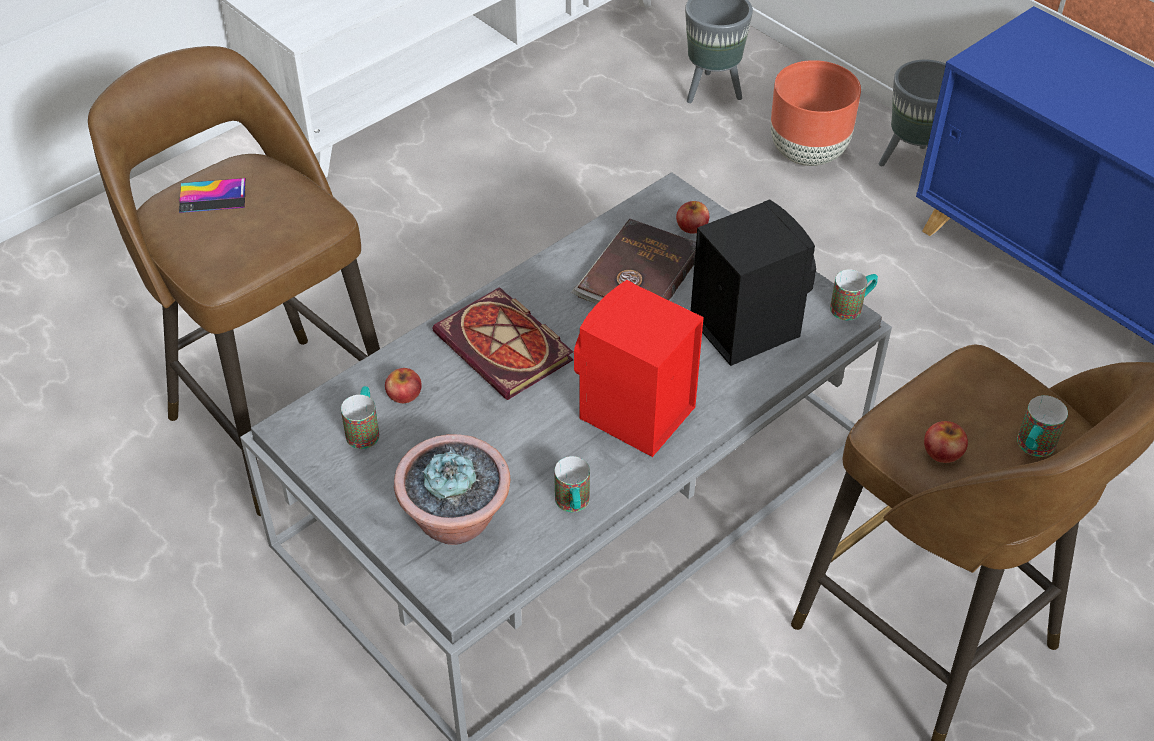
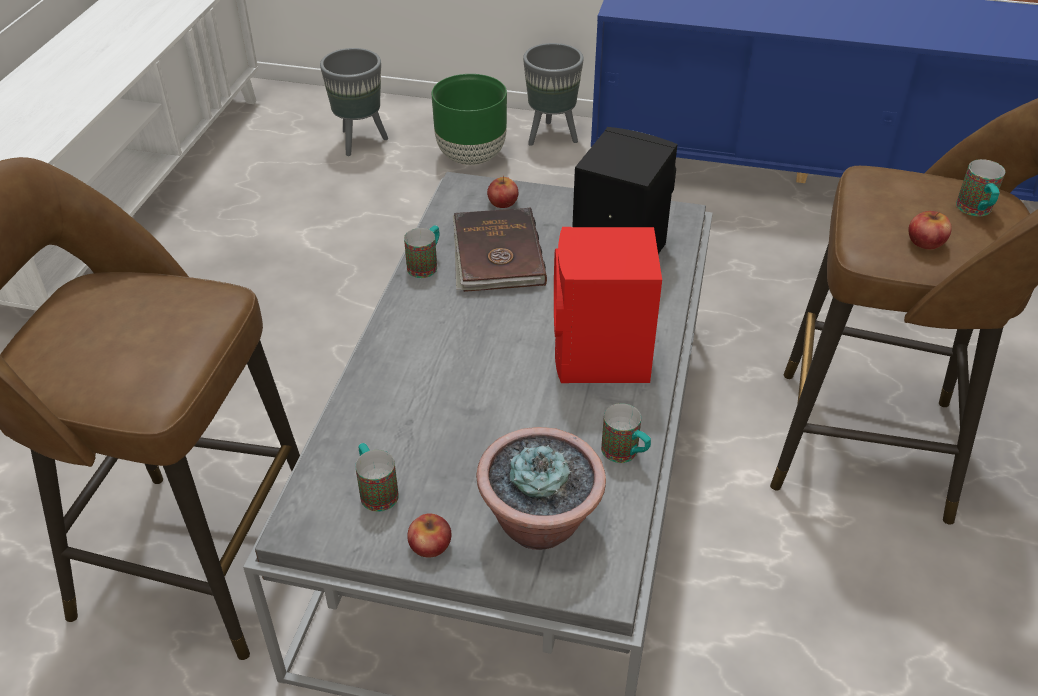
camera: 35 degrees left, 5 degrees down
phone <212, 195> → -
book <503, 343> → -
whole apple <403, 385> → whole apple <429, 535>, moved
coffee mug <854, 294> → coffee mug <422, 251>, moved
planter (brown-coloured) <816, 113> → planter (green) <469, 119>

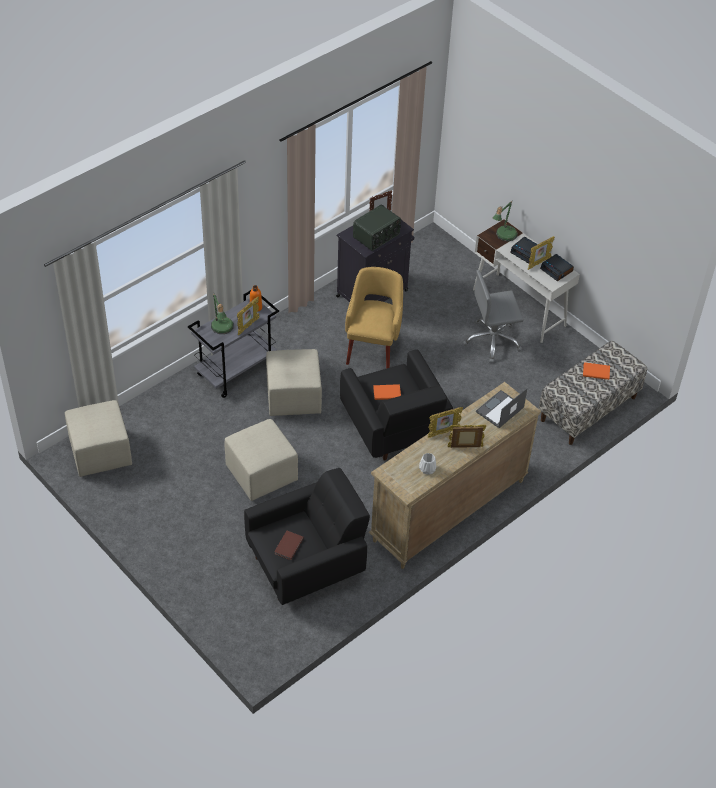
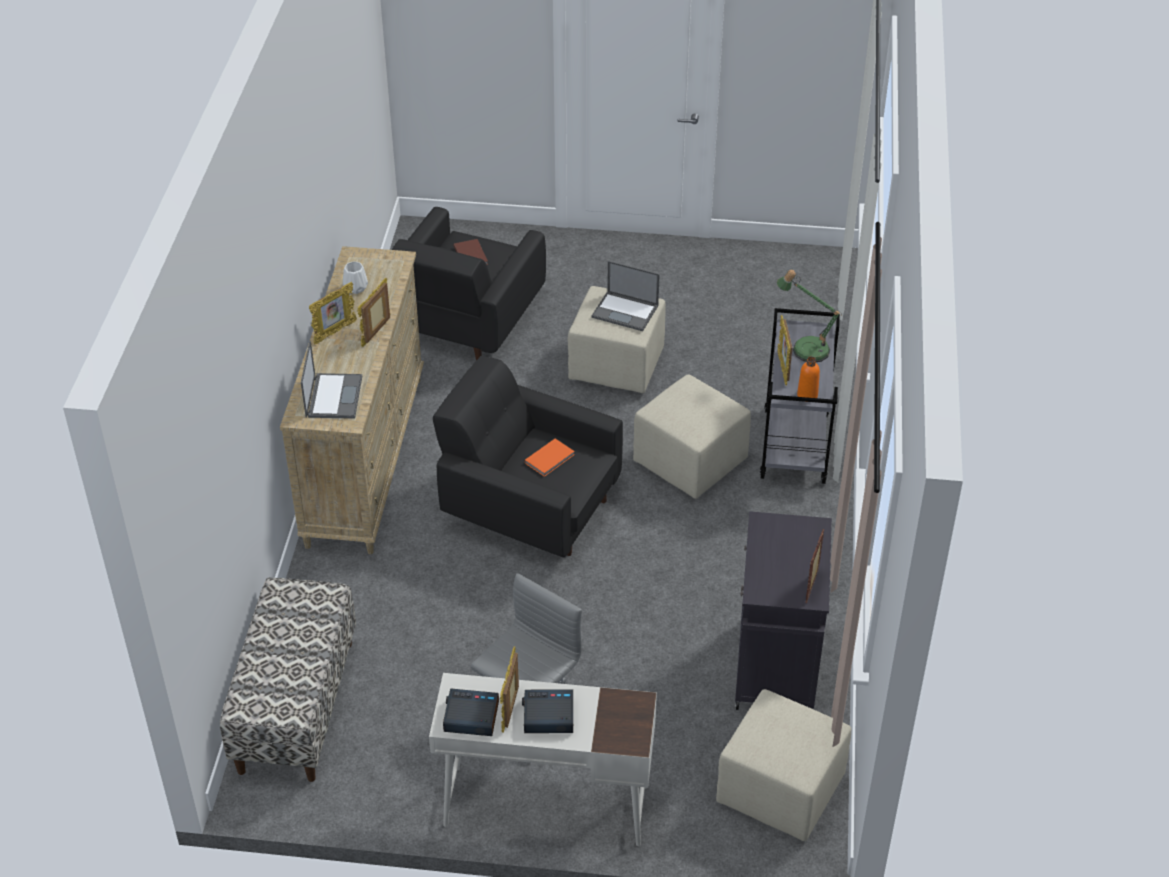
camera: 140 degrees right, 5 degrees down
easy chair (yellow-coloured) <374, 318> → -
radio set <377, 227> → -
tabletop lamp <505, 221> → -
book (orange) <596, 371> → -
- → laptop <626, 296>
pouffe (beige) <98, 438> → pouffe (beige) <783, 765>, moved

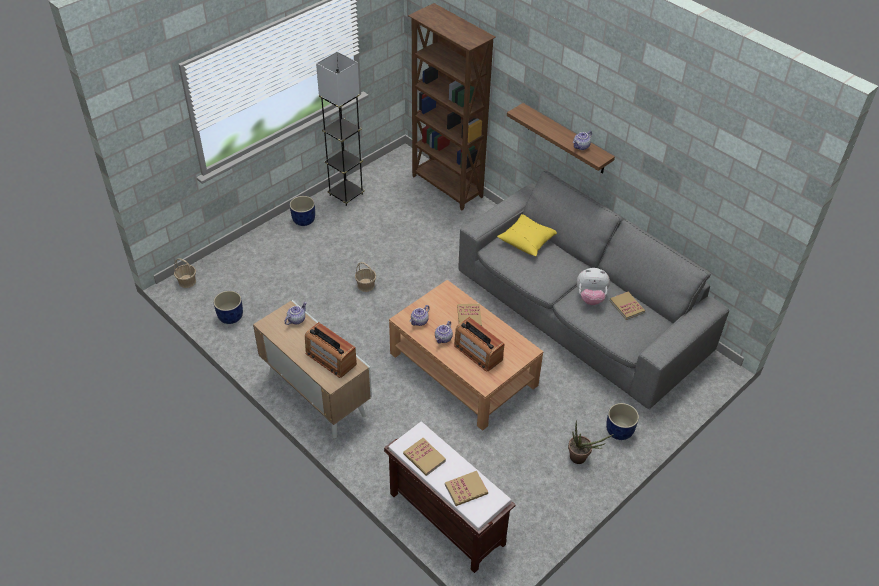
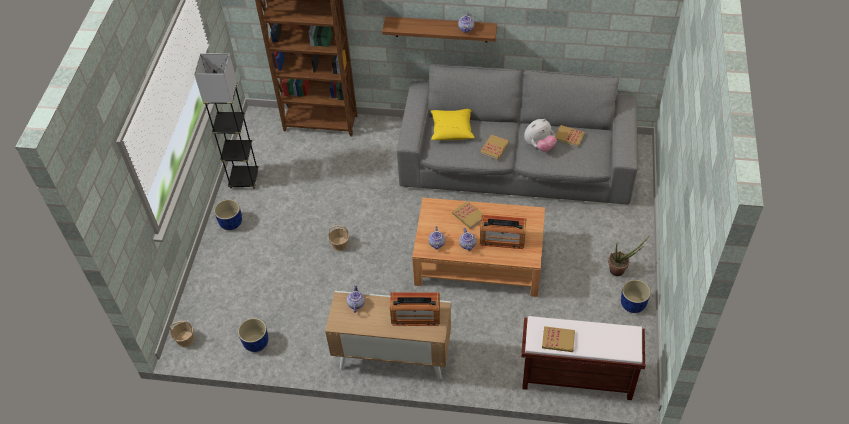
camera: 35 degrees left, 5 degrees up
book <466, 488> → book <494, 147>, moved
planter (blue) <622, 421> → planter (blue) <636, 296>, moved

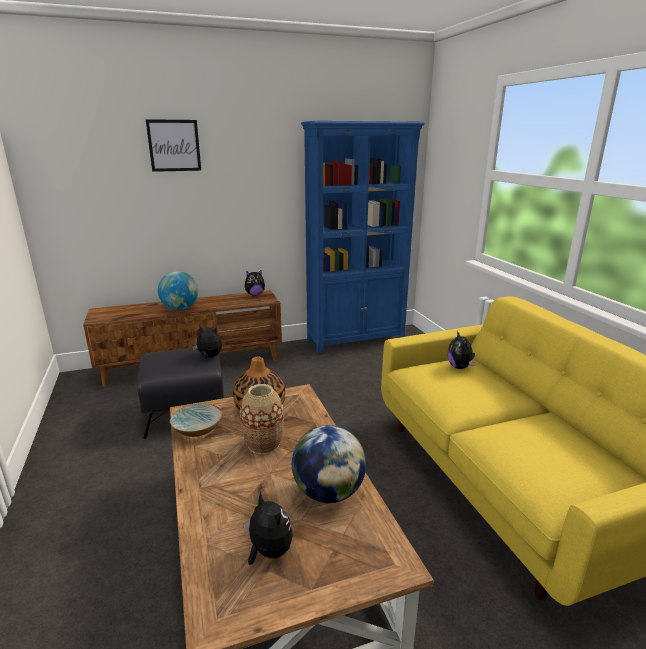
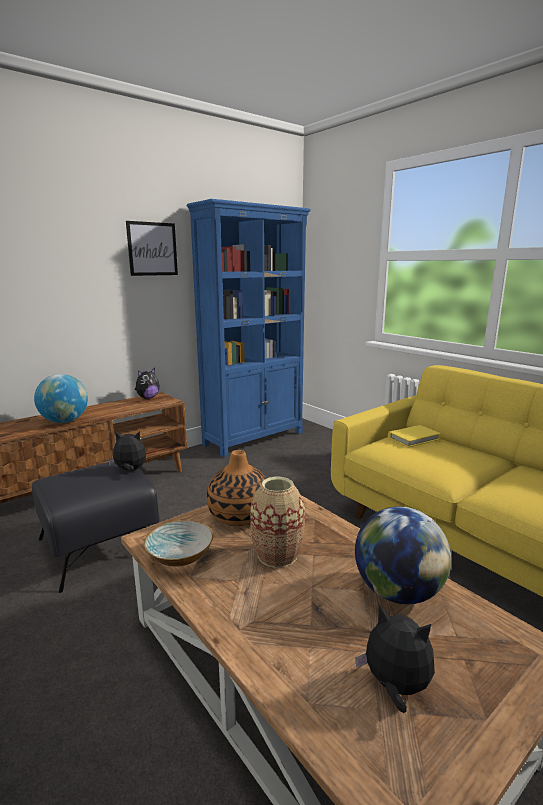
camera: 20 degrees left, 5 degrees down
picture <173, 145> → picture <152, 248>, moved
soft toy <461, 350> → book (yellow-coloured) <414, 436>

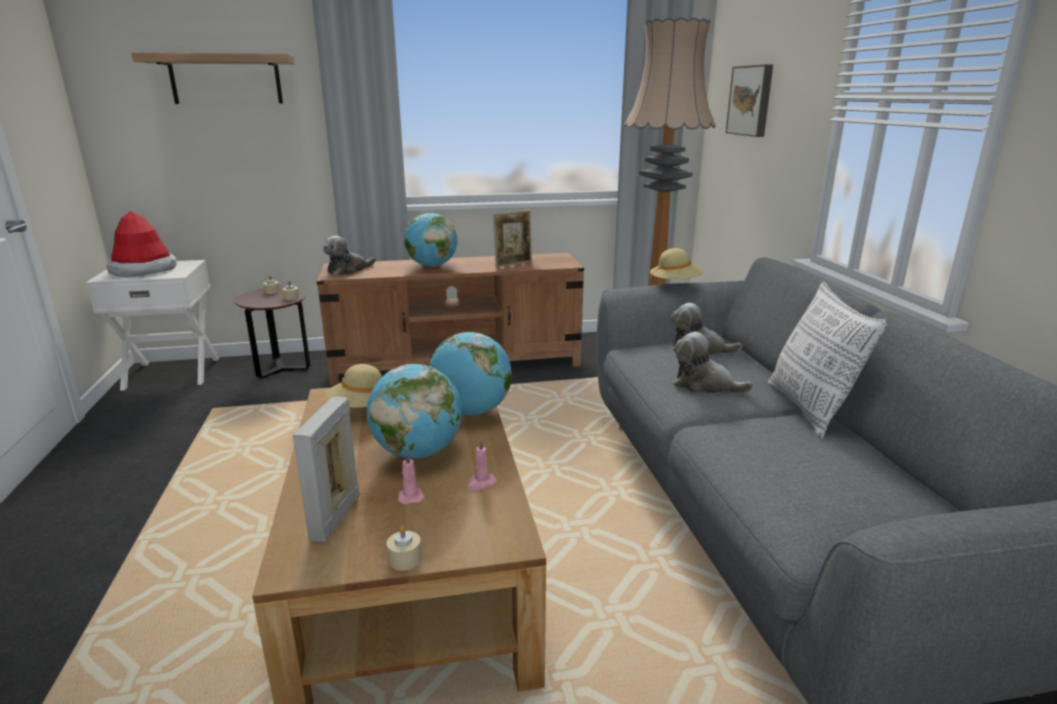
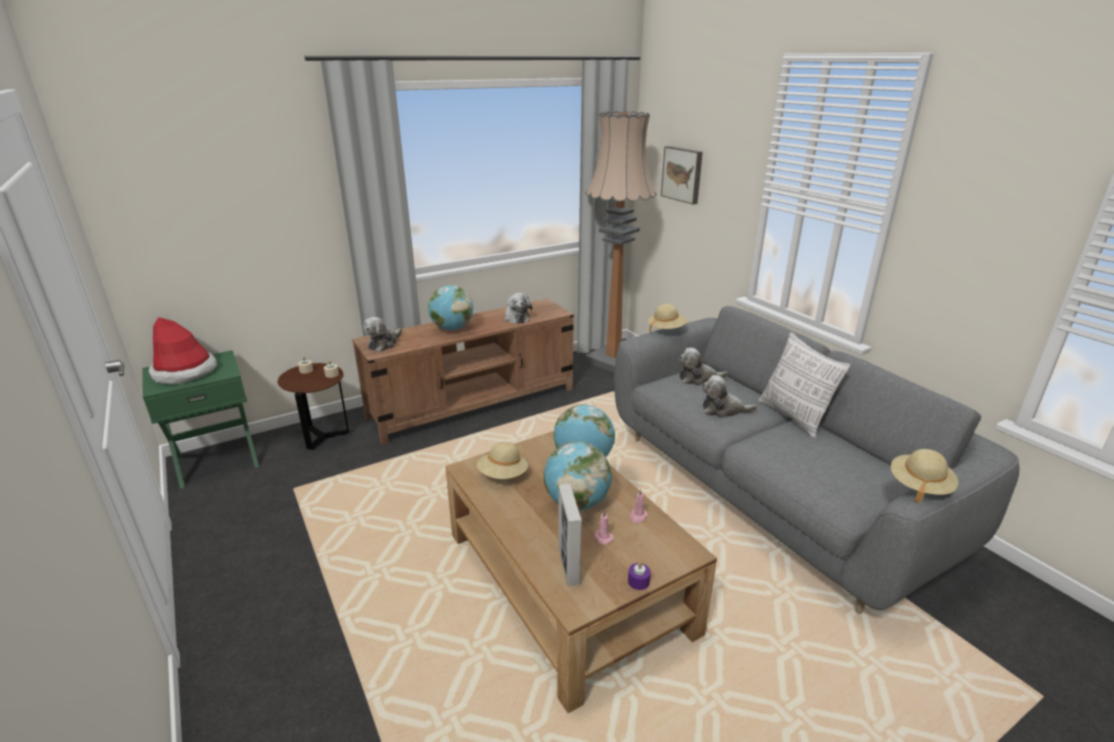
camera: 20 degrees left, 5 degrees up
wall shelf <213, 78> → -
- → clothing hat (beige) <924, 476>
picture frame <512, 239> → soft toy <518, 308>
nightstand (white-coloured) <152, 325> → nightstand (green) <200, 419>
candle (beige) <404, 548> → candle (purplish) <639, 576>

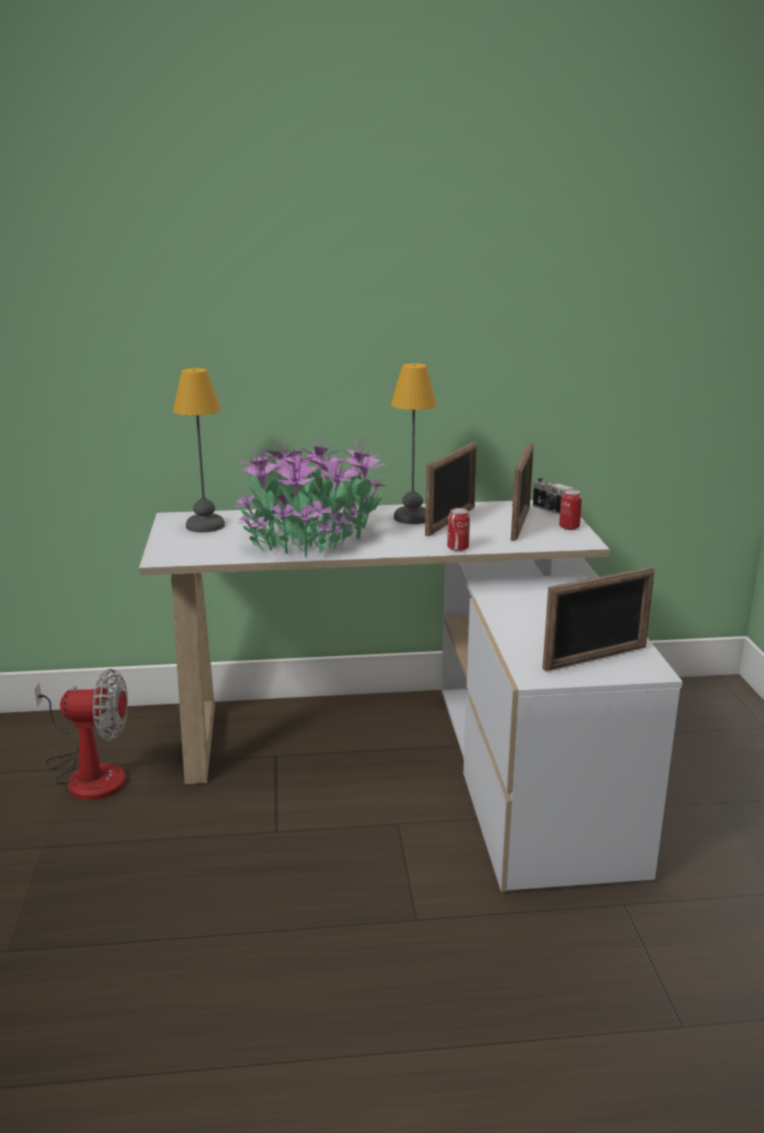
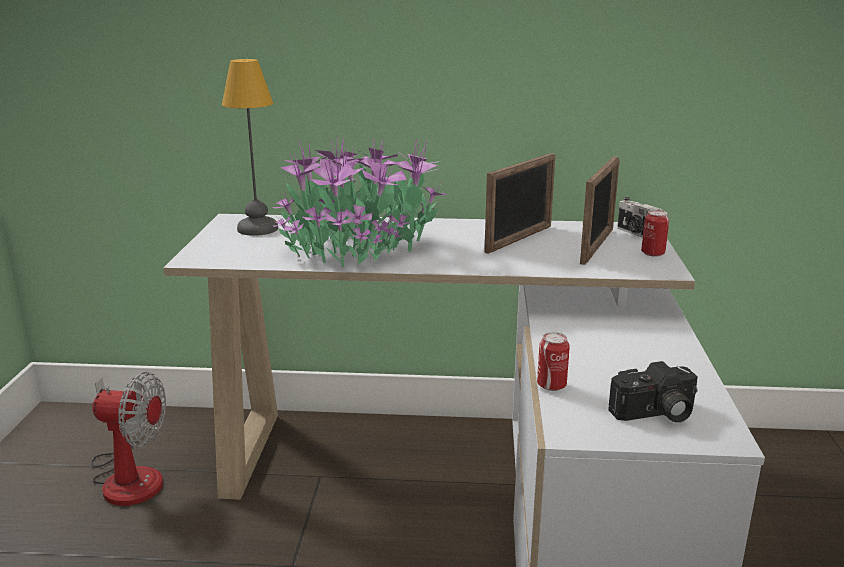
camera: 10 degrees right, 0 degrees up
tabletop lamp <414, 443> → -
can <458, 529> → can <553, 361>, moved
picture frame <598, 619> → photo camera <653, 392>

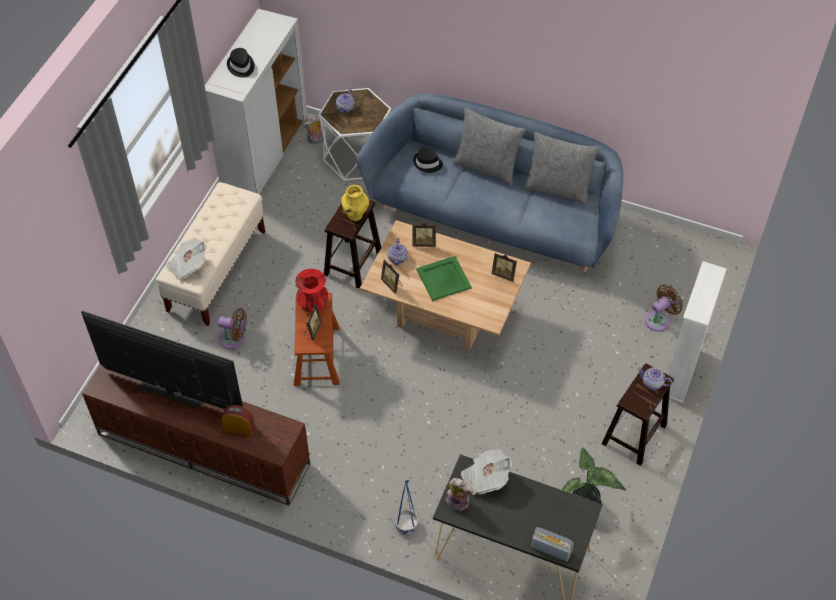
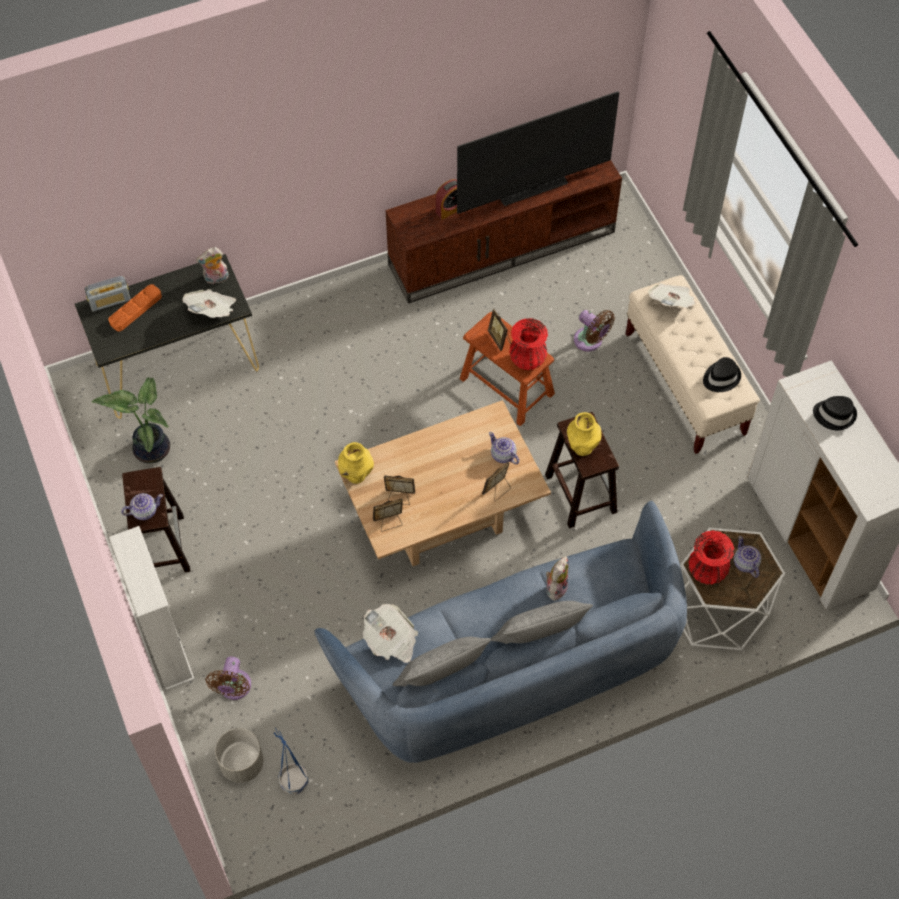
camera: 135 degrees right, 5 degrees up
carrying tray (green) <444, 278> → -
- → carrying tray (orange) <135, 307>
- → planter (gray) <239, 755>
- → flower vase (yellow-coloured) <356, 463>
- → printed paper <390, 633>
- → flower vase (red) <711, 557>
soft toy <313, 130> → soft toy <557, 578>, moved
picture frame <392, 276> → picture frame <399, 490>, moved
planter (blue) <406, 507> → planter (blue) <291, 761>, moved
clothing hat (blackish) <428, 160> → clothing hat (blackish) <722, 374>, moved
fan (brown-coloured) <232, 328> → fan (brown-coloured) <594, 330>, 105 degrees counterclockwise

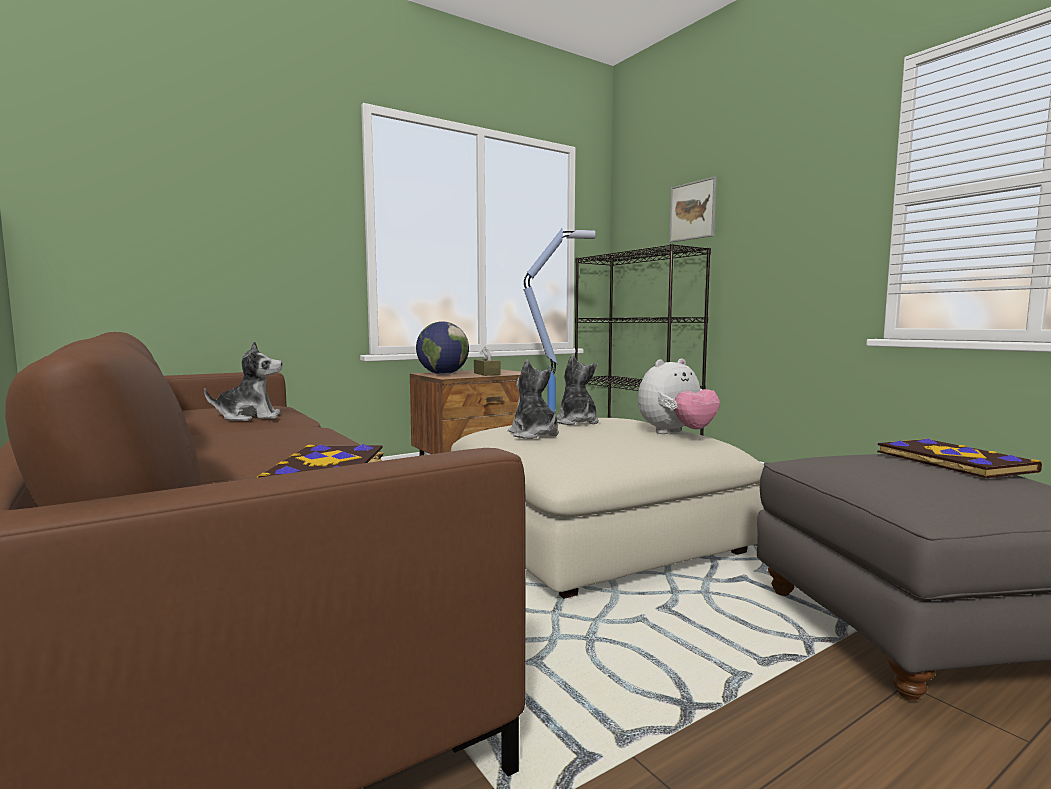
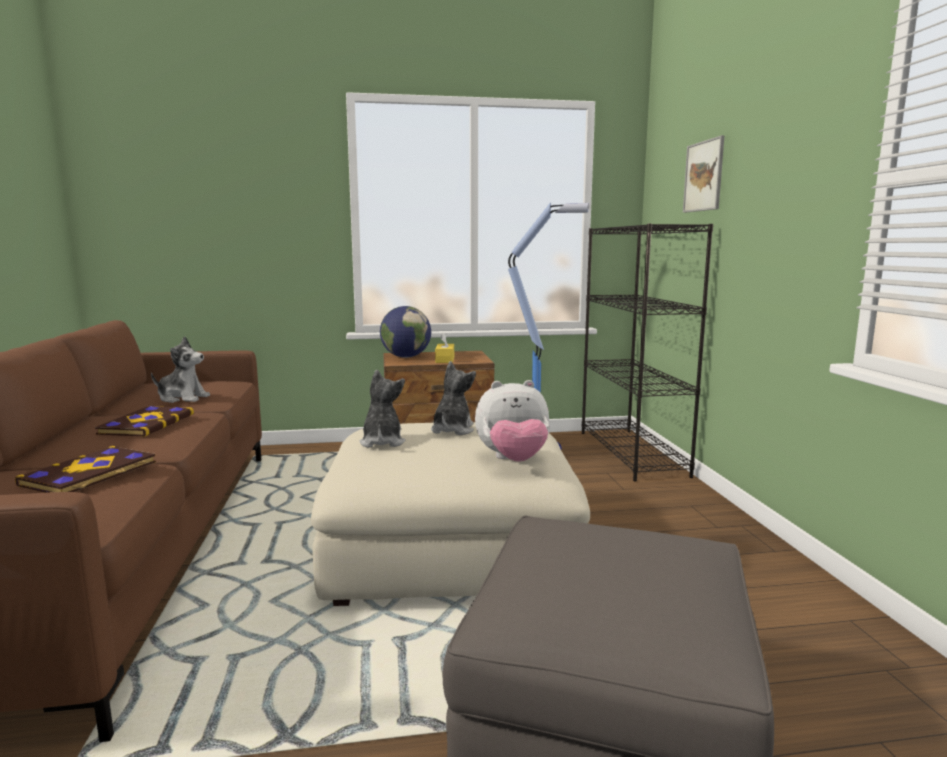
camera: 25 degrees right, 5 degrees up
book <959, 458> → book <144, 421>, moved
tissue holder (brown-coloured) <487, 361> → tissue holder (yellow-coloured) <444, 348>

